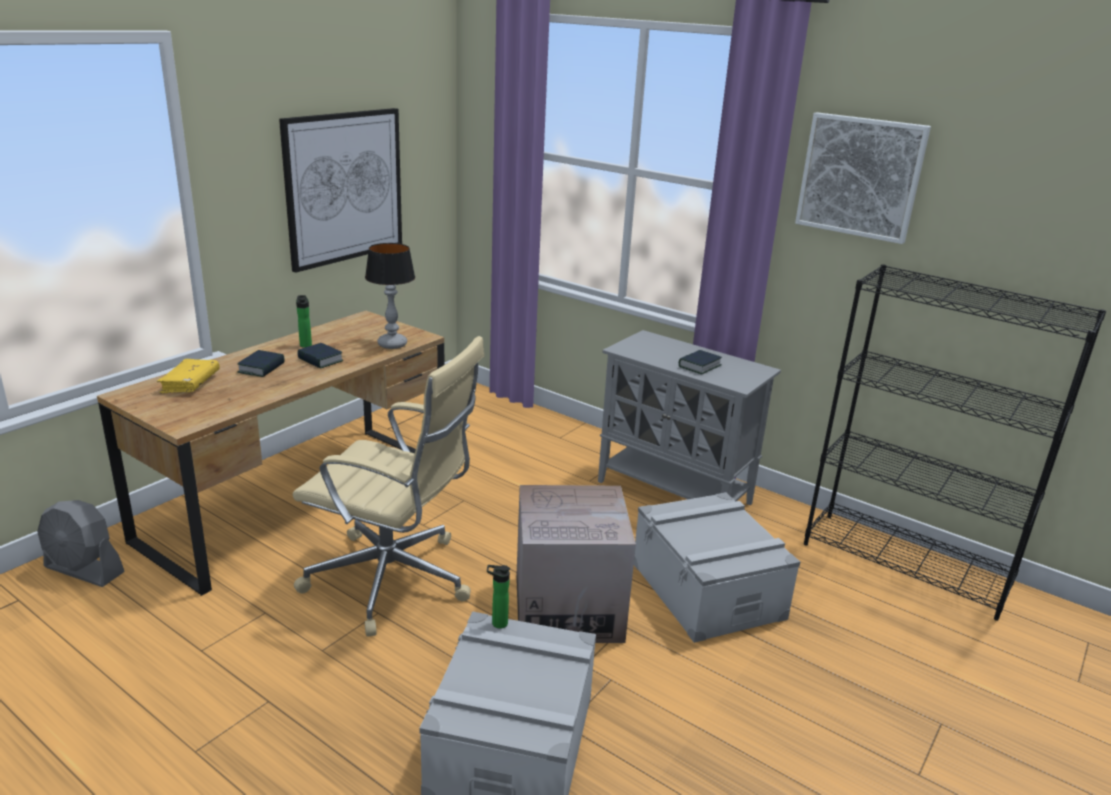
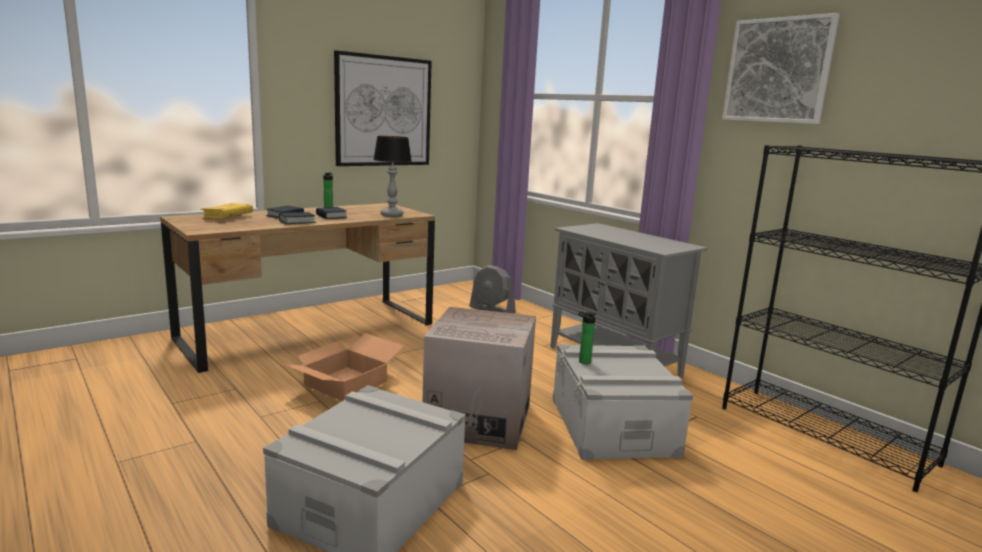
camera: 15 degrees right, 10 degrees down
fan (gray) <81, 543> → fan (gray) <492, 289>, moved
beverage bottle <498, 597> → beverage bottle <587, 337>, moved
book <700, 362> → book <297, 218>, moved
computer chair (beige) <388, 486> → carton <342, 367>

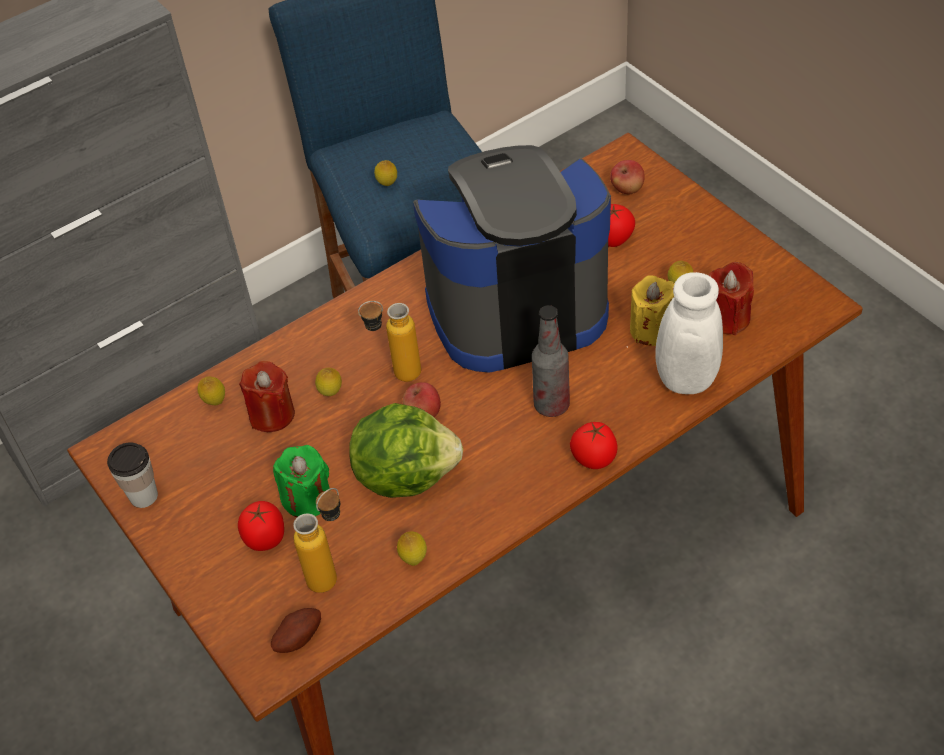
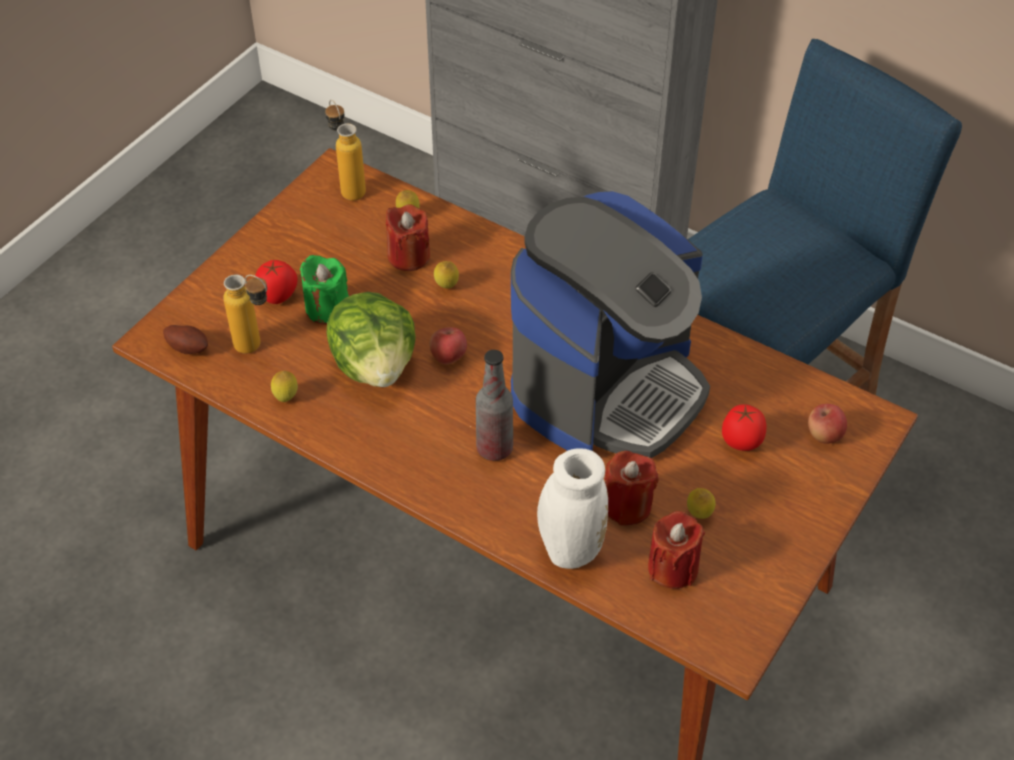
camera: 65 degrees right, 0 degrees up
cup <132, 475> → -
whole lemon <385, 173> → -
fresh tomato <594, 445> → -
beverage bottle <389, 341> → beverage bottle <345, 150>, moved
candle (yellow-coloured) <652, 310> → candle (red) <631, 488>
coffee maker <512, 259> → coffee maker <610, 324>, 75 degrees clockwise

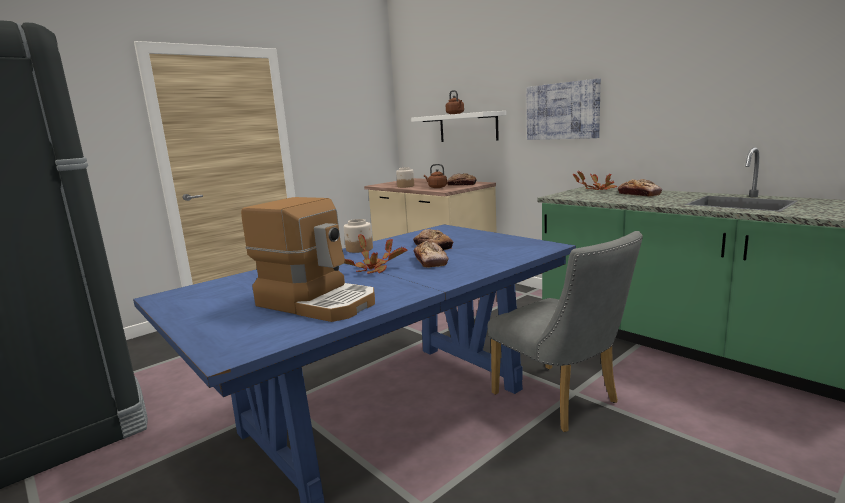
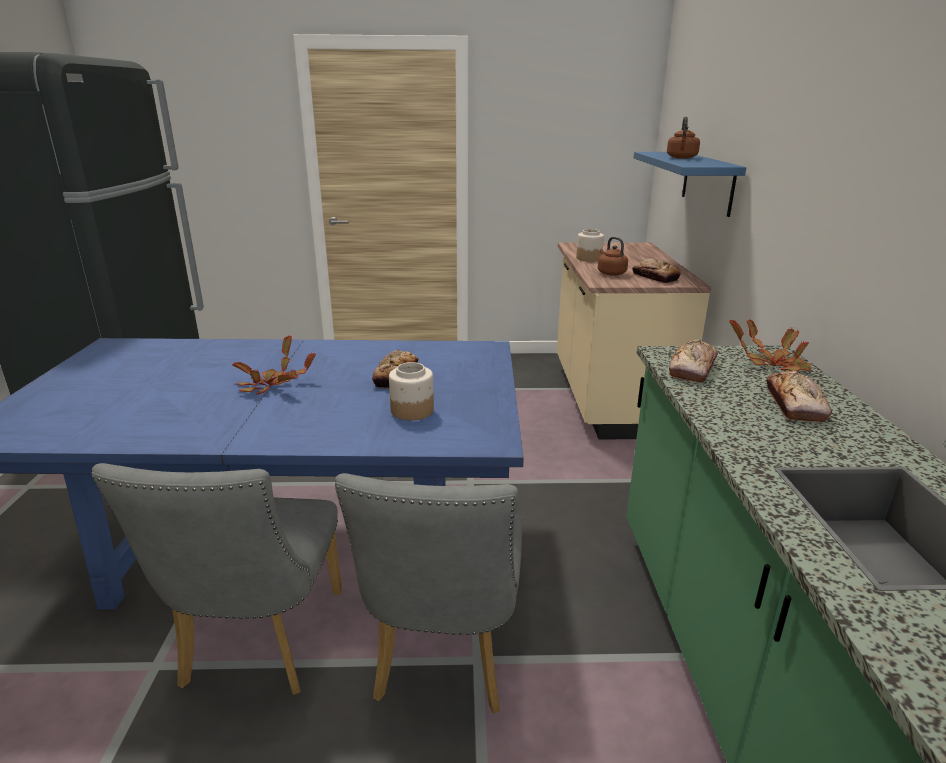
camera: 40 degrees right, 10 degrees up
coffee maker <308, 259> → -
picture <564, 109> → -
- → plain chair (gray) <217, 579>
jar <358, 236> → jar <411, 391>, moved
bread <431, 254> → bread <693, 361>, moved
wall shelf (white-coloured) <458, 126> → wall shelf (blue) <690, 184>

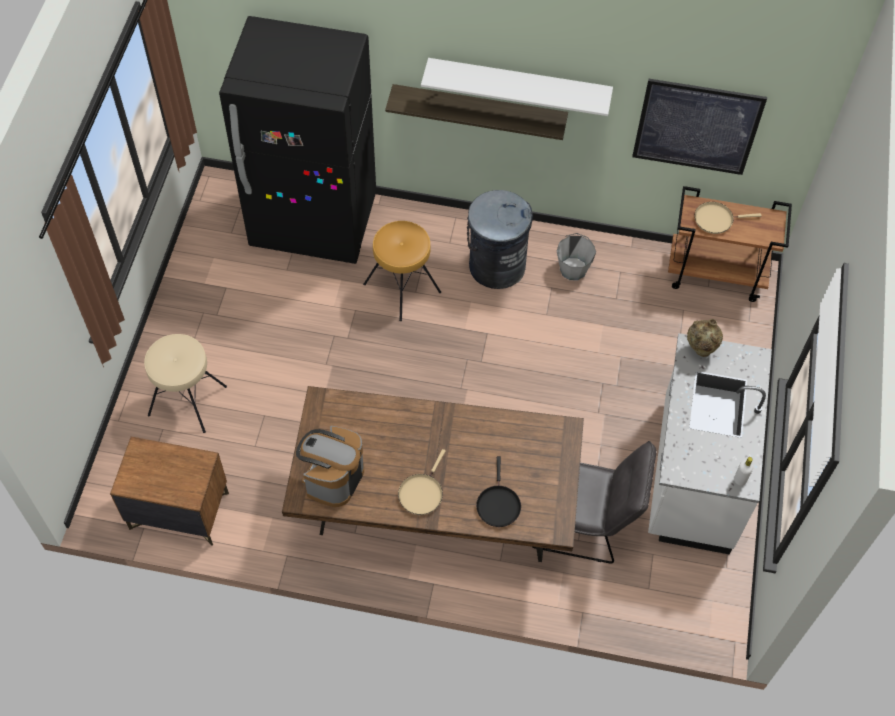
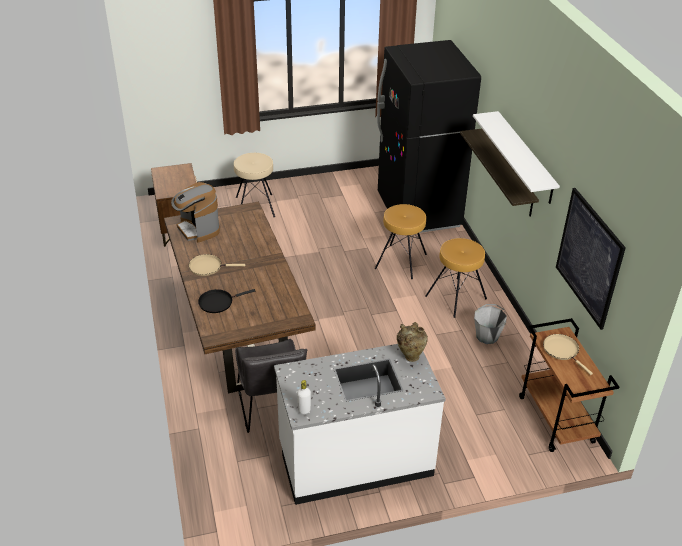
camera: 65 degrees right, 20 degrees down
rubbish bin (gray) <500, 239> → stool (brown-coloured) <456, 278>
coffee maker <330, 466> → coffee maker <195, 212>, 120 degrees counterclockwise

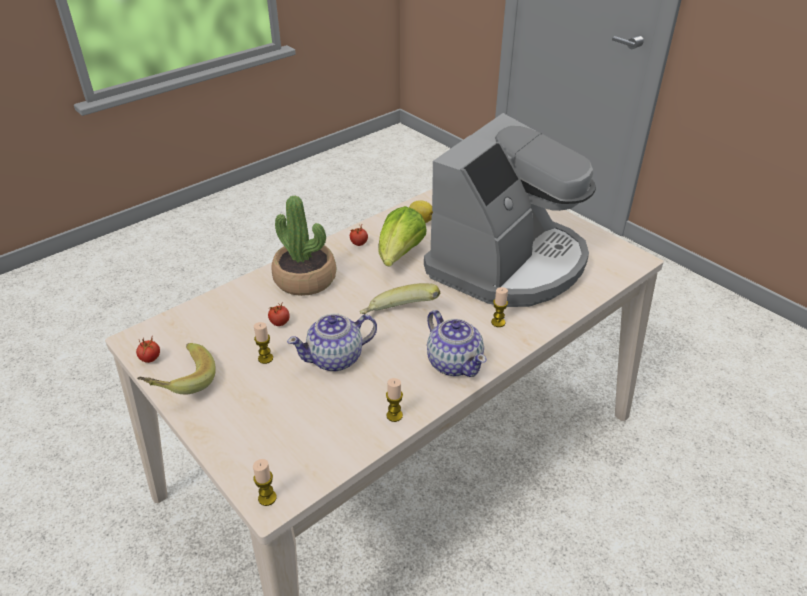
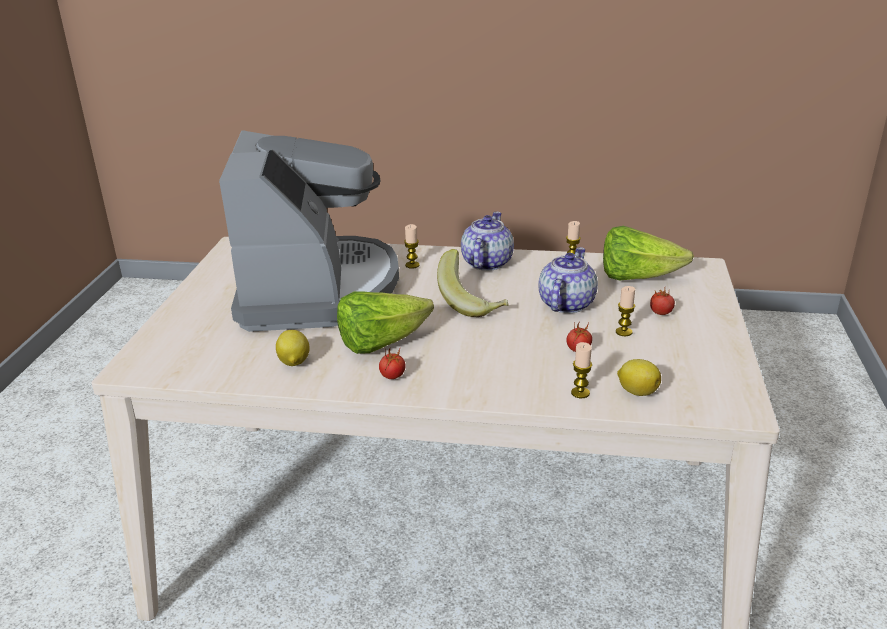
camera: 130 degrees left, 10 degrees down
banana <176, 368> → -
potted plant <303, 246> → -
- → lettuce <648, 253>
- → whole lemon <639, 377>
fresh tomato <148, 350> → fresh tomato <662, 301>, moved
candle <265, 482> → candle <581, 370>, moved
tea pot <332, 342> → tea pot <568, 280>, 90 degrees counterclockwise
coffee maker <510, 210> → coffee maker <309, 231>, 90 degrees clockwise

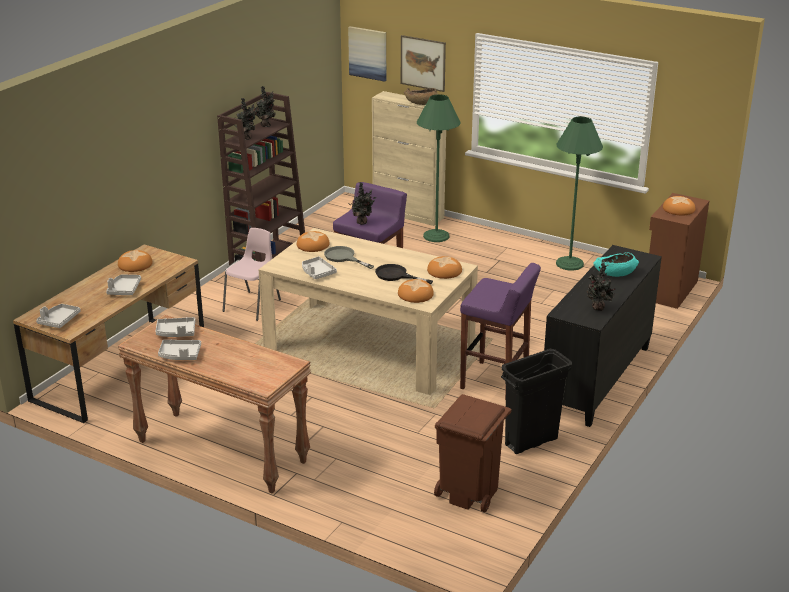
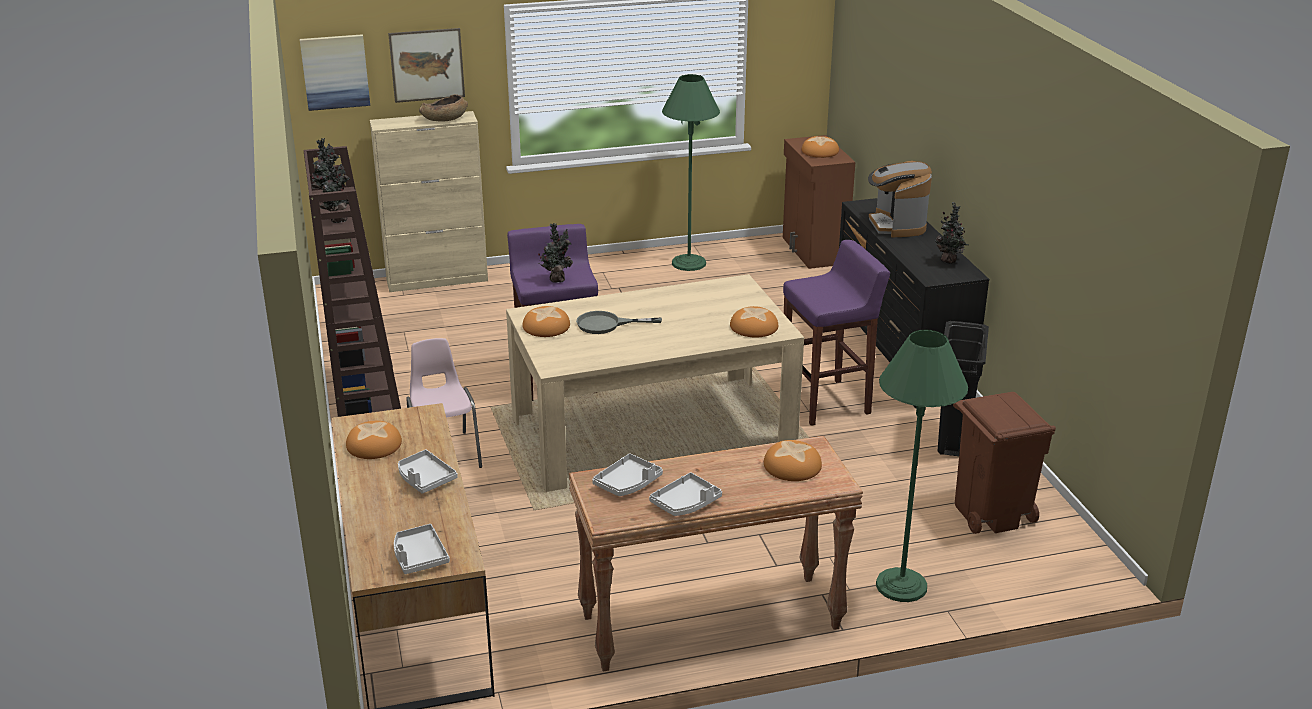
camera: 45 degrees left, 0 degrees up
carrying tray (gray) <319, 267> → -
pan (blackish) <404, 274> → -
standing lamp (green) <439, 168> → standing lamp (green) <922, 466>, moved
bread <444, 267> → bread <793, 460>, moved
serving bowl (blue-green) <616, 264> → coffee maker <900, 199>

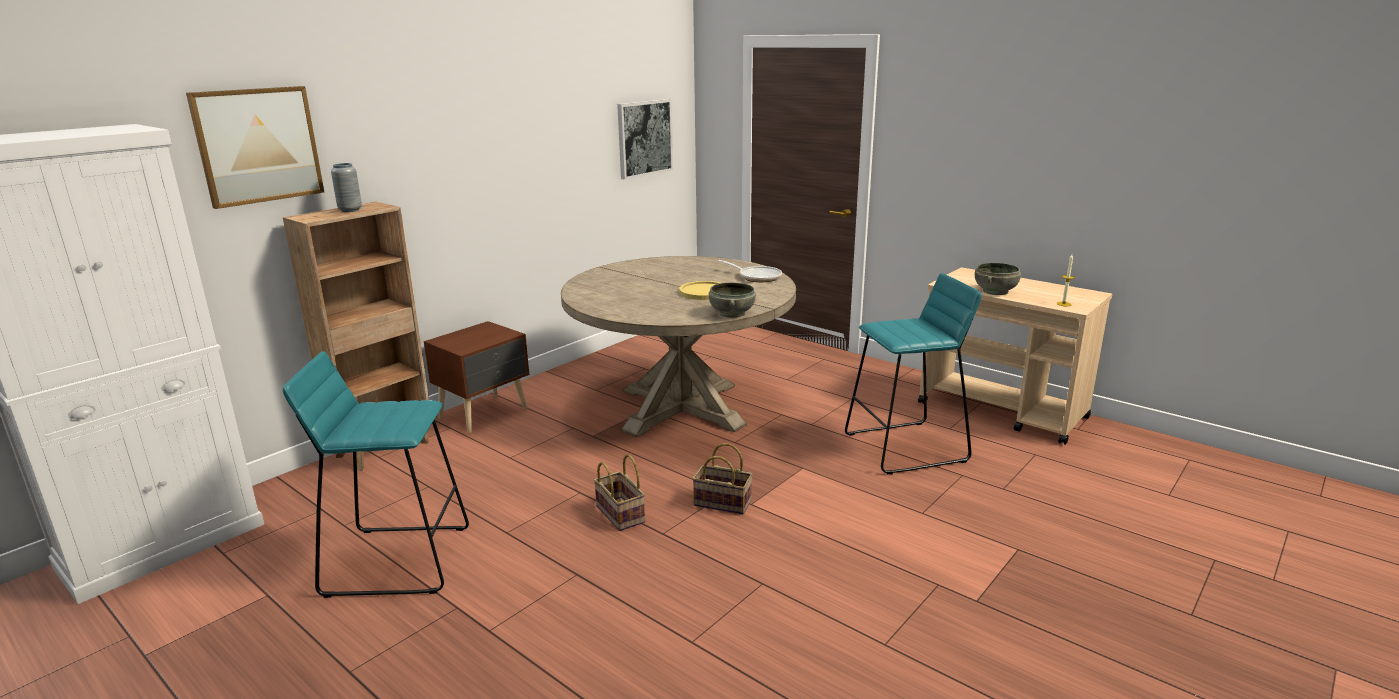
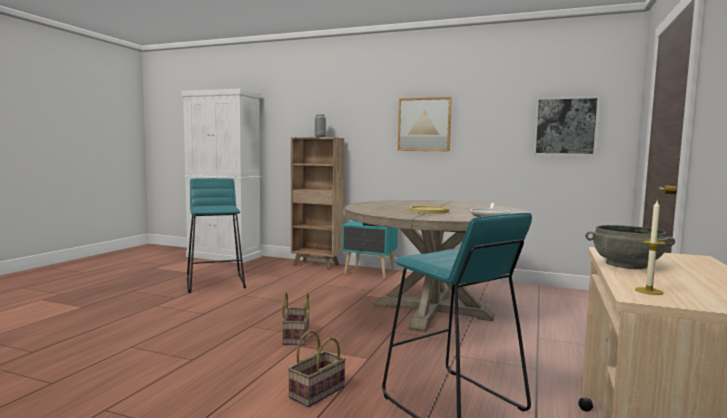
camera: 70 degrees right, 15 degrees down
serving bowl (gray) <732, 300> → -
picture <255, 147> → picture <425, 124>, moved
basket <619, 492> → basket <317, 368>, moved
nightstand (brown-coloured) <476, 377> → nightstand (blue-green) <370, 250>

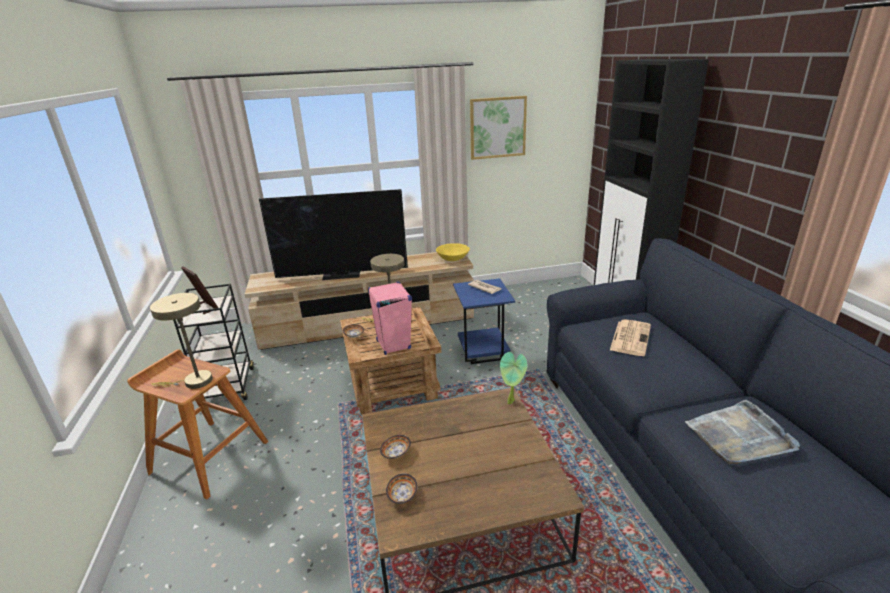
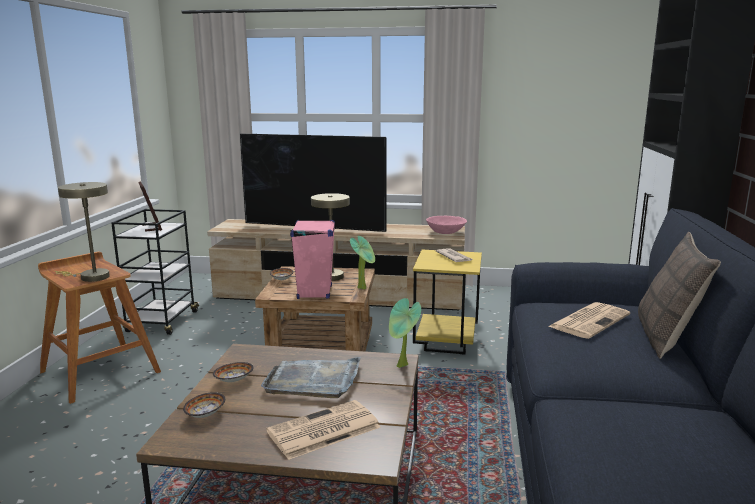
camera: 20 degrees right, 10 degrees down
picture <498, 128> → -
- → printed paper <323, 430>
- → potted plant <362, 263>
- → pillow <679, 295>
carrying tray (gray) <742, 432> → carrying tray (gray) <311, 377>, moved
serving bowl (yellow-coloured) <453, 252> → serving bowl (pinkish) <446, 225>
side table (blue) <484, 321> → side table (yellow-coloured) <447, 302>

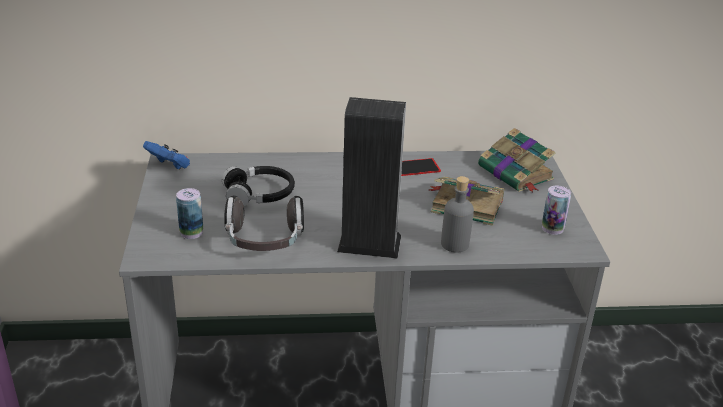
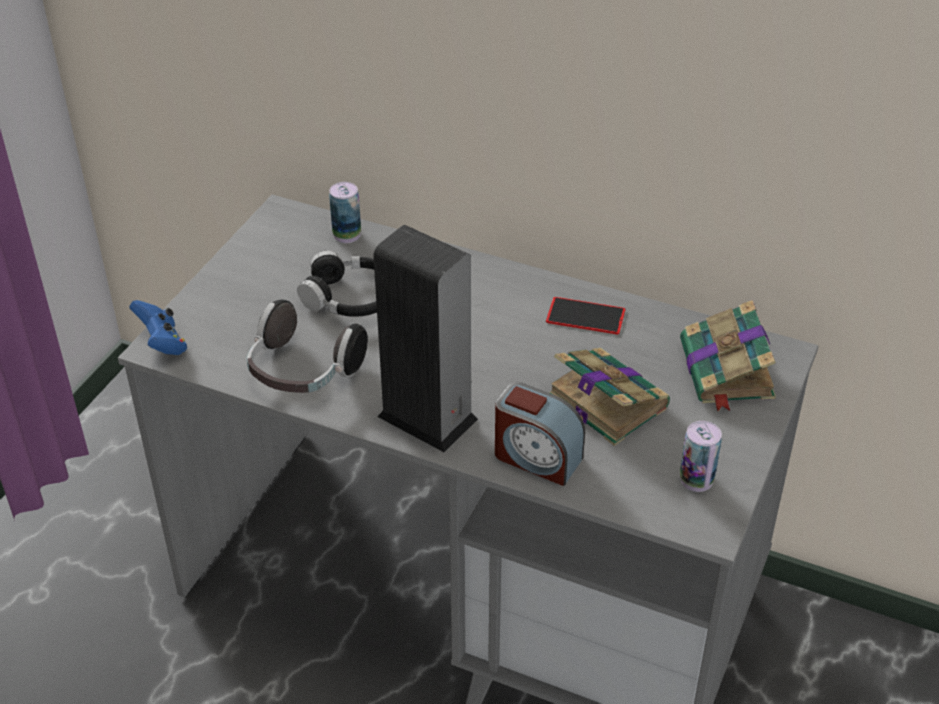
camera: 30 degrees right, 10 degrees up
game controller (blue) <166, 155> → game controller (blue) <158, 327>, moved
can <189, 213> → can <345, 212>, moved
beverage bottle (gray) <457, 214> → bedside clock <540, 434>

